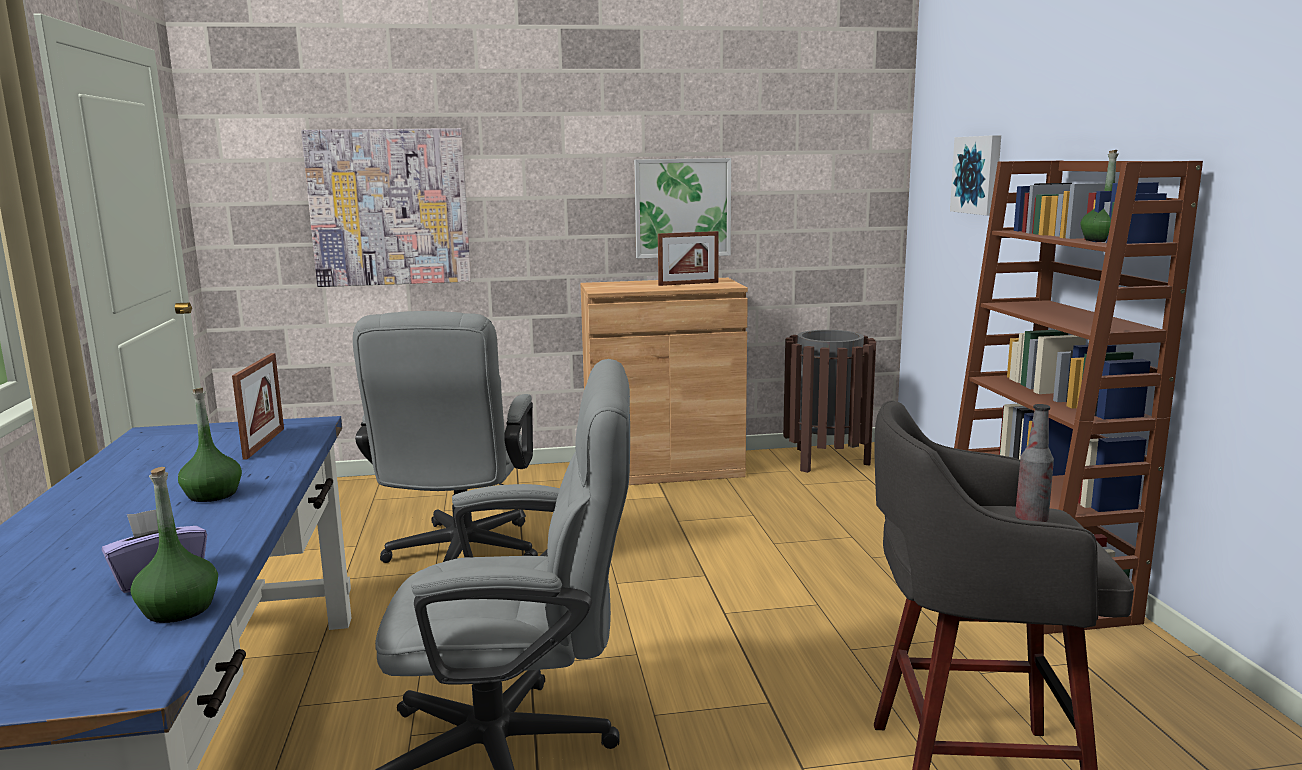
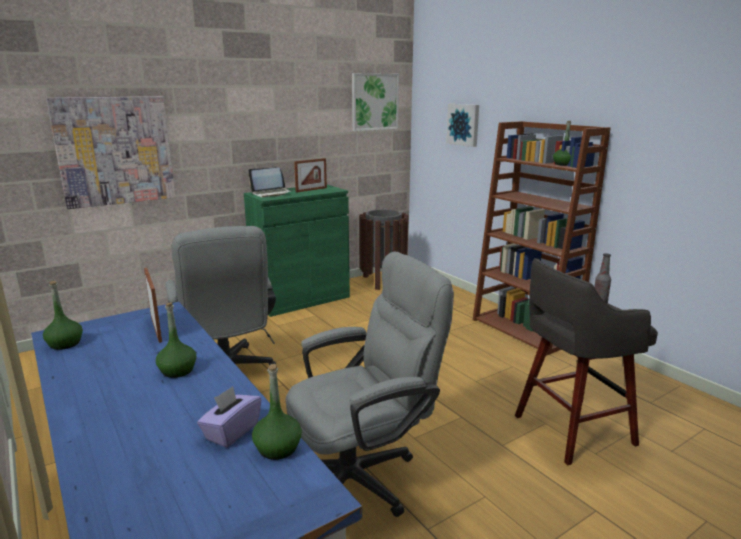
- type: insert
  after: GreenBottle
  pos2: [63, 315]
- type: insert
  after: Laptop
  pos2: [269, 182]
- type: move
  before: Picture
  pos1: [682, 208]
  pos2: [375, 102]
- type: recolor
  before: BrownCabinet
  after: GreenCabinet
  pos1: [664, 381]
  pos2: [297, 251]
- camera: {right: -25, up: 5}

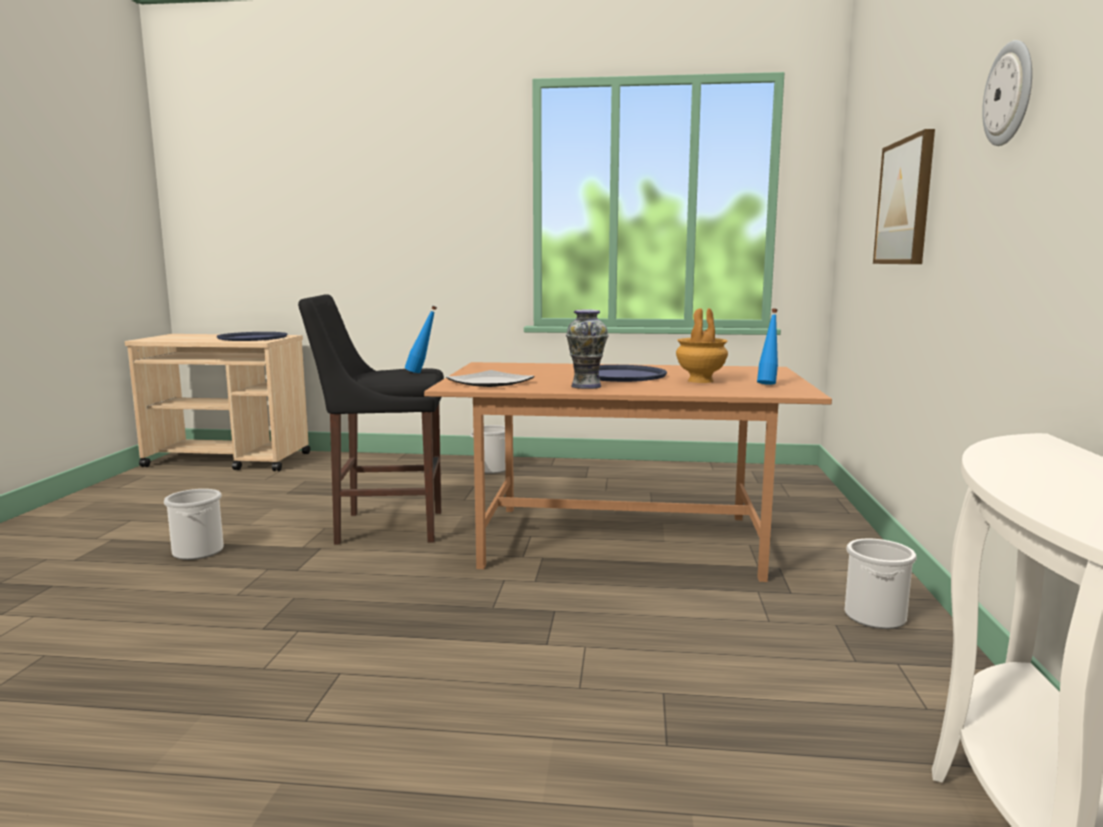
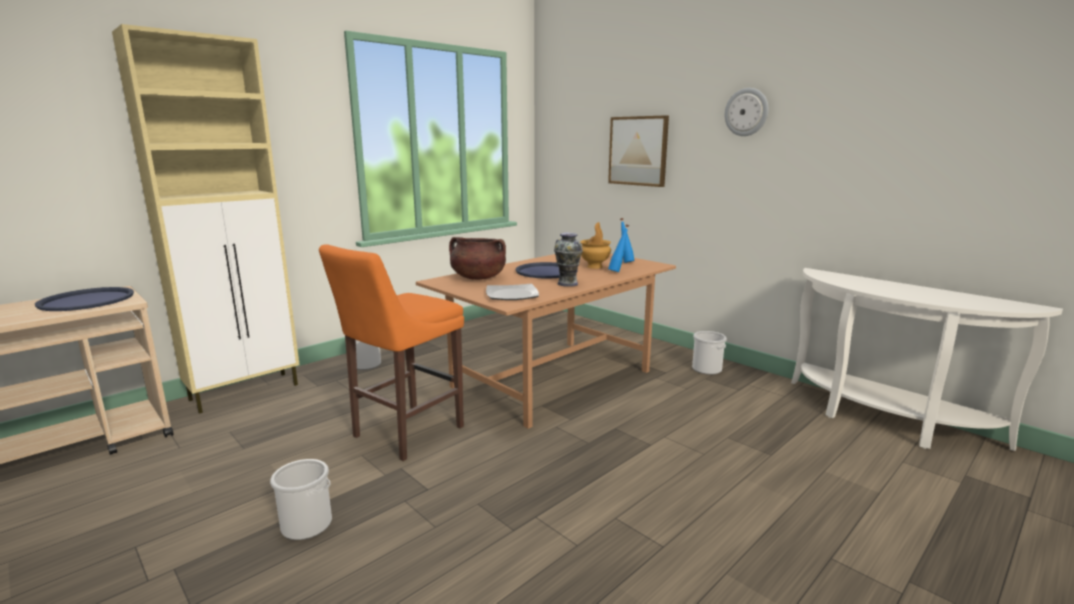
- type: insert
  after: BeigeCabinet
  pos2: [206, 219]
- type: insert
  after: BrownCookingPot
  pos2: [477, 258]
- type: move
  before: BlueBottle
  pos1: [421, 339]
  pos2: [618, 248]
- type: recolor
  before: BlackStool
  after: OrangeStool
  pos1: [371, 419]
  pos2: [391, 352]
- camera: {right: -50, up: 5}

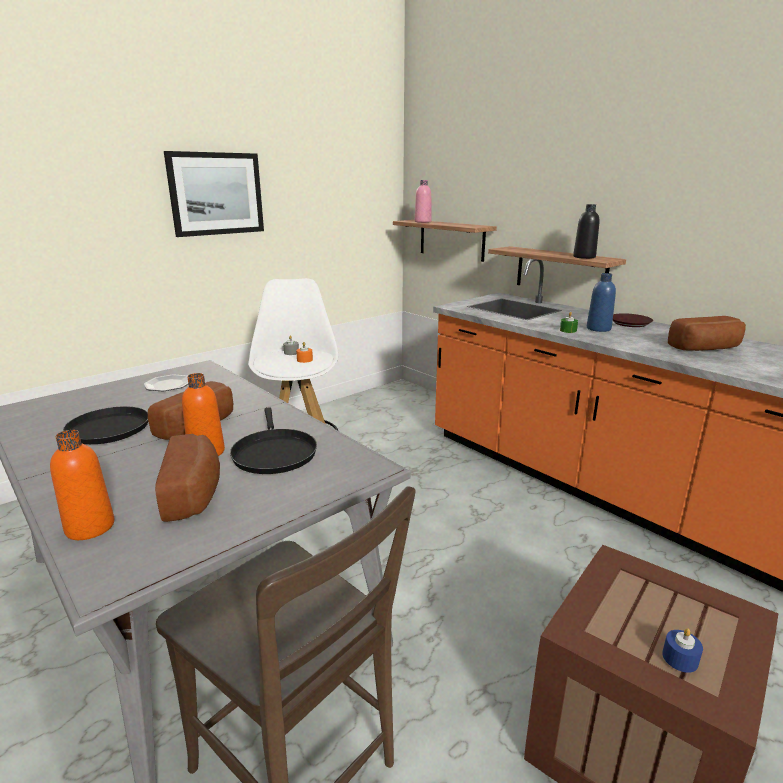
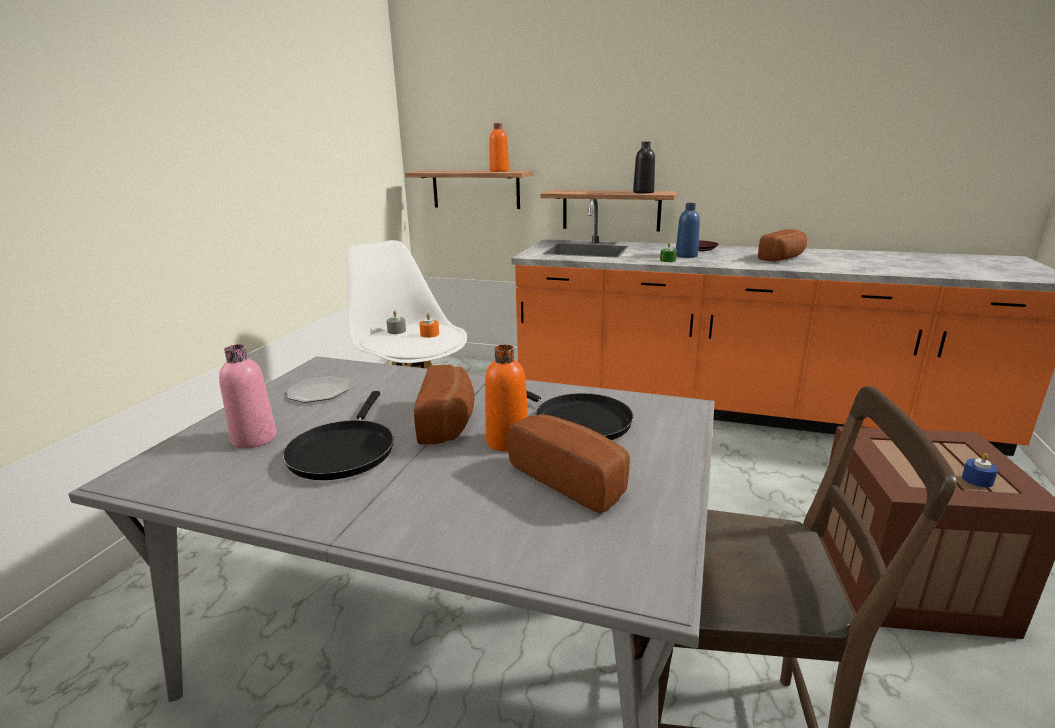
- type: delete
  before: Picture
  pos1: [214, 194]
- type: move
  before: OrangeBottle
  pos1: [82, 485]
  pos2: [499, 147]
- type: move
  before: PinkBottle
  pos1: [423, 201]
  pos2: [247, 396]
- camera: {right: -30, up: 0}

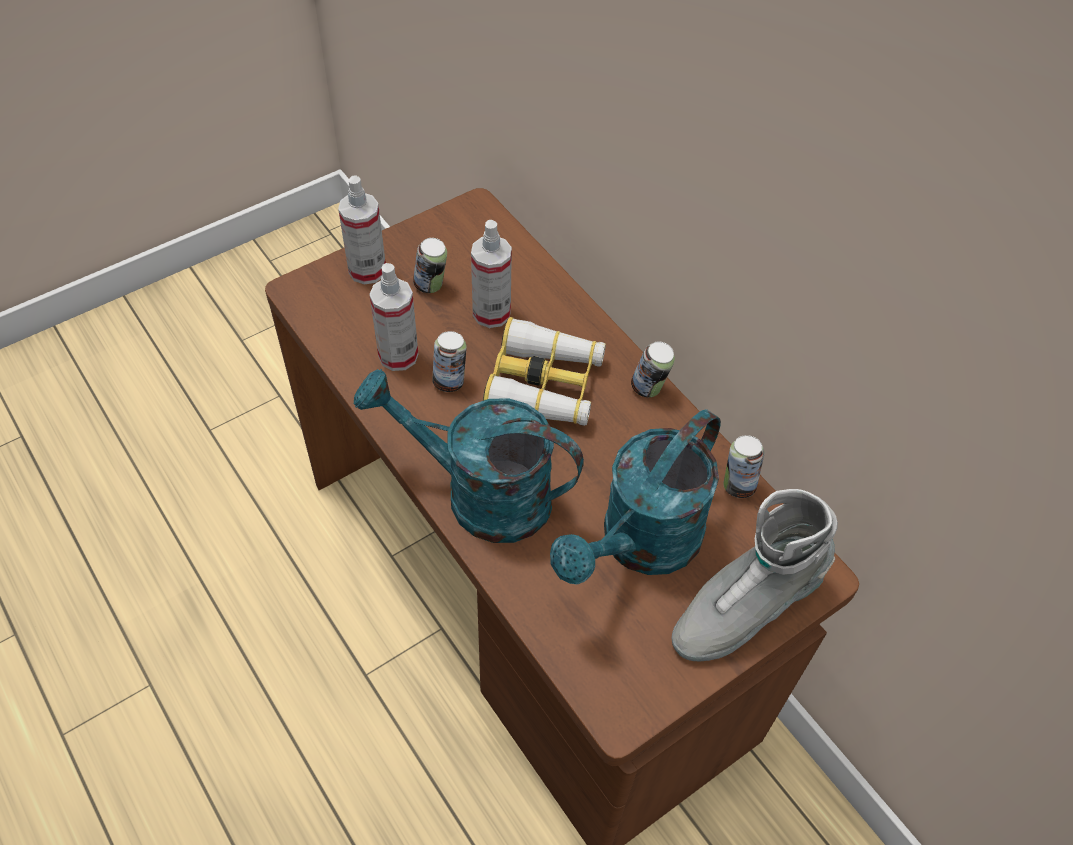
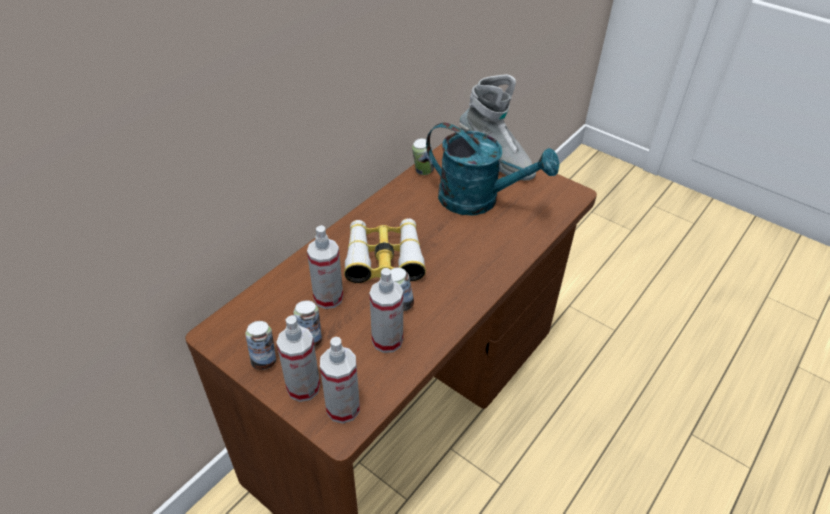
- type: delete
  before: TurquoiseWateringCan
  pos1: [469, 456]
- type: insert
  after: SprayBottle
  pos2: [340, 380]
- type: move
  before: Can
  pos1: [653, 369]
  pos2: [260, 345]
- camera: {right: -105, up: -10}

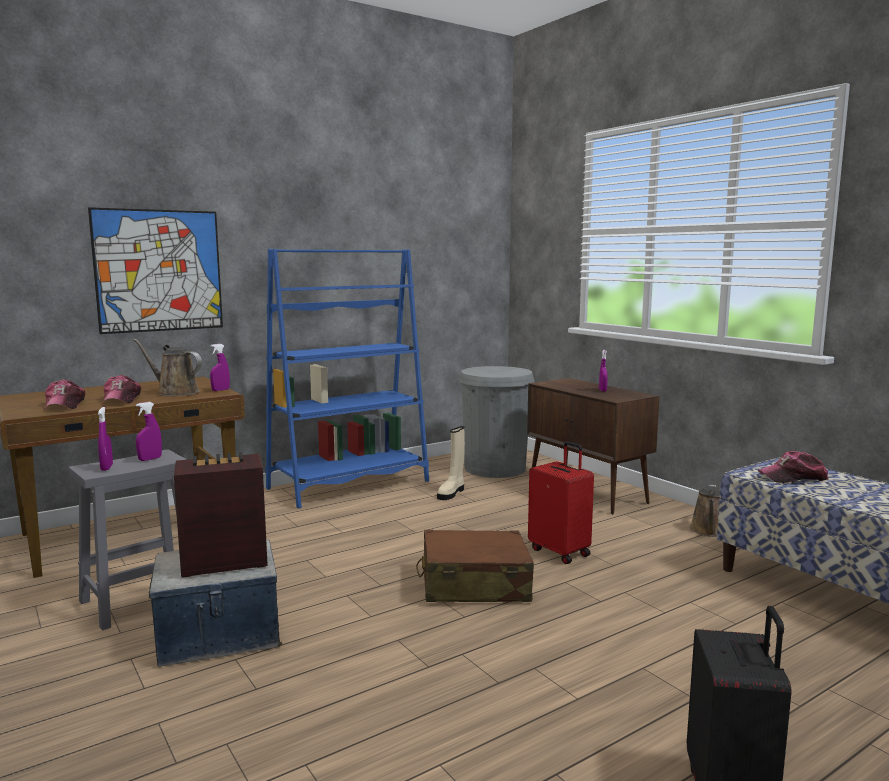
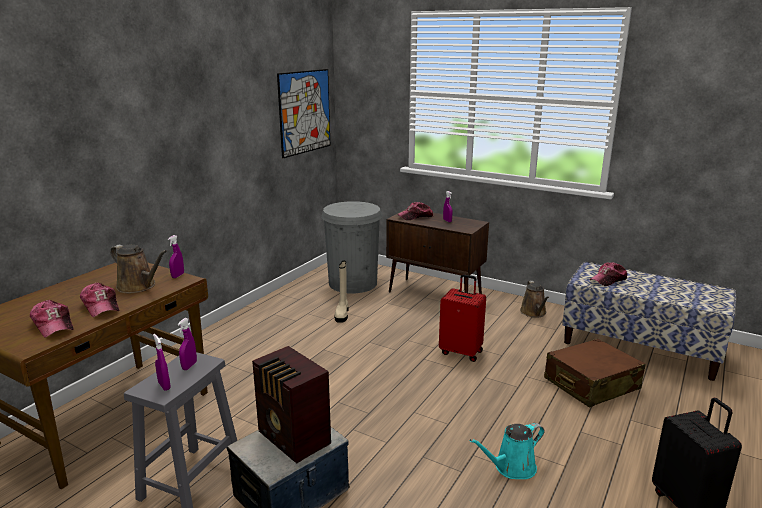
- type: delete
  before: BlueBookcase
  pos1: [347, 379]
- type: insert
  after: Cap
  pos2: [415, 211]
- type: insert
  after: TurquoiseWateringCan
  pos2: [507, 451]
- type: move
  before: Picture
  pos1: [155, 270]
  pos2: [303, 113]
- type: move
  before: BrownSuitcase
  pos1: [475, 565]
  pos2: [595, 372]
- type: rotate
  before: BrownWateringCan
  pos1: [167, 367]
  pos2: [138, 269]
  turn: -150
- type: rotate
  before: Radio
  pos1: [221, 514]
  pos2: [291, 404]
  turn: -90
- camera: {right: -25, up: 10}

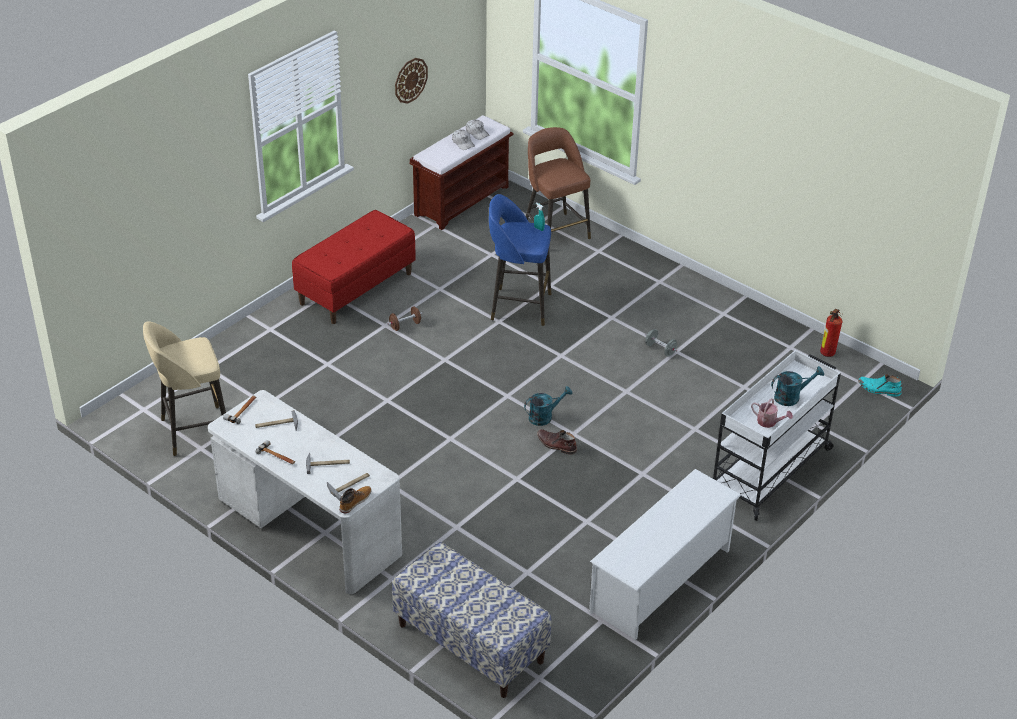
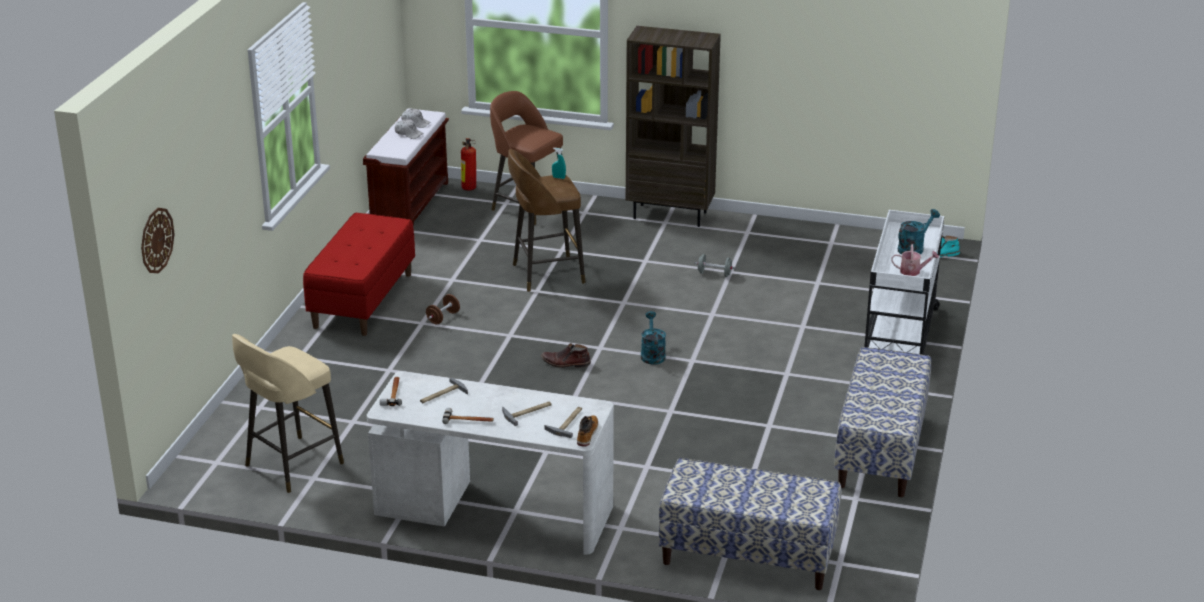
- type: insert
  after: BrownBookcase
  pos2: [673, 126]
- type: move
  before: WallClock
  pos1: [411, 80]
  pos2: [158, 240]
- type: move
  before: BrownBoot
  pos1: [557, 442]
  pos2: [566, 355]
- type: move
  before: FireExtinguisher
  pos1: [831, 333]
  pos2: [468, 164]
- type: replace
  before: WhiteShoeRack
  after: Bench
  pos1: [665, 554]
  pos2: [882, 422]
- type: recolor
  before: BlueStool
  after: BrownStool
  pos1: [520, 260]
  pos2: [547, 220]
- type: rotate
  before: TurquoiseWateringCan
  pos1: [548, 406]
  pos2: [653, 338]
  turn: -45
- camera: {right: -25, up: -10}

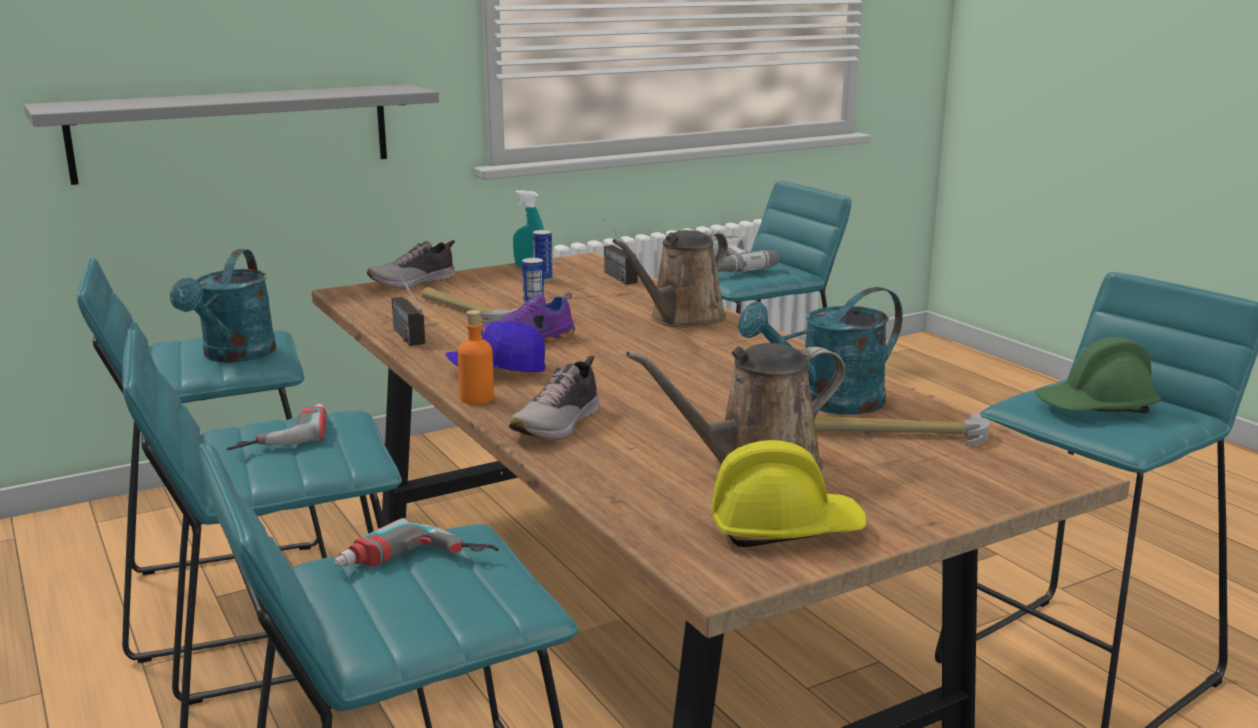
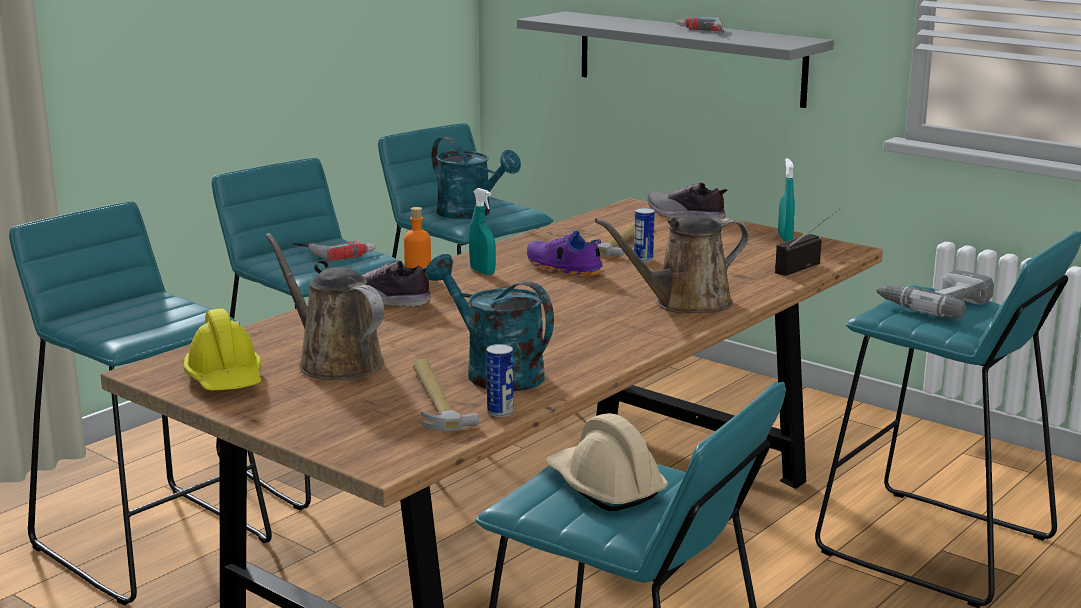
- type: delete
  before: Radio
  pos1: [408, 305]
- type: move
  before: PowerDrill
  pos1: [416, 542]
  pos2: [700, 25]
- type: move
  before: Can
  pos1: [543, 256]
  pos2: [499, 380]
- type: replace
  before: BlueCap
  after: TurquoiseSprayBottle
  pos1: [495, 346]
  pos2: [482, 231]
- type: recolor
  before: GreenHardHat
  after: BeigeHardHat
  pos1: [1098, 375]
  pos2: [607, 462]
- type: rotate
  before: TurquoiseWateringCan
  pos1: [223, 305]
  pos2: [476, 178]
  turn: -120
- type: rotate
  before: BrownWateringCan
  pos1: [670, 278]
  pos2: [672, 264]
  turn: -45
- camera: {right: 70, up: 0}

